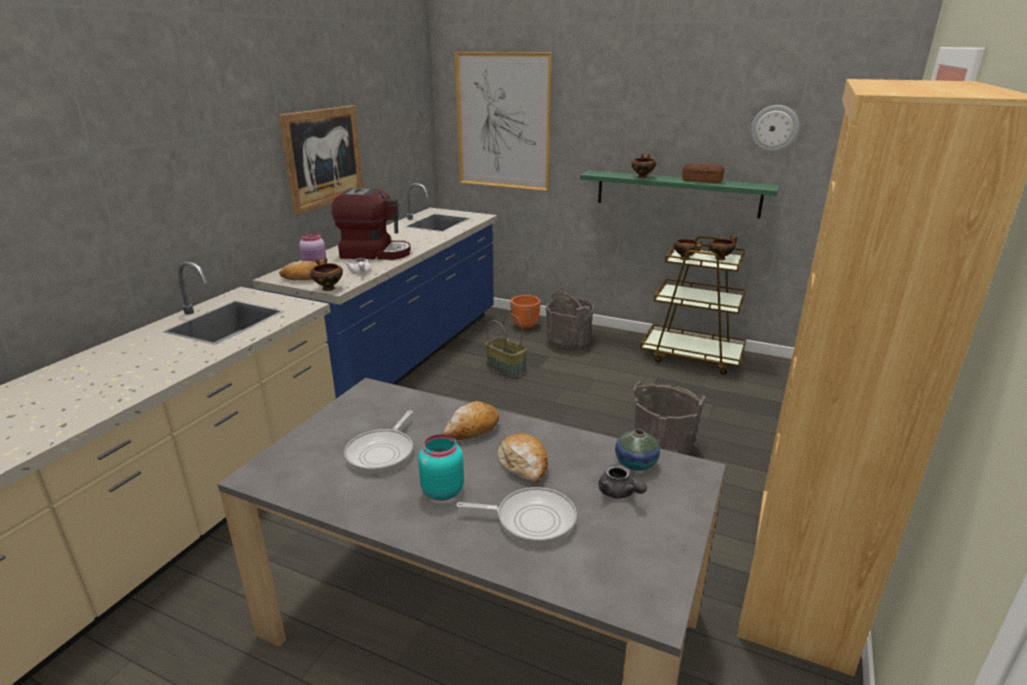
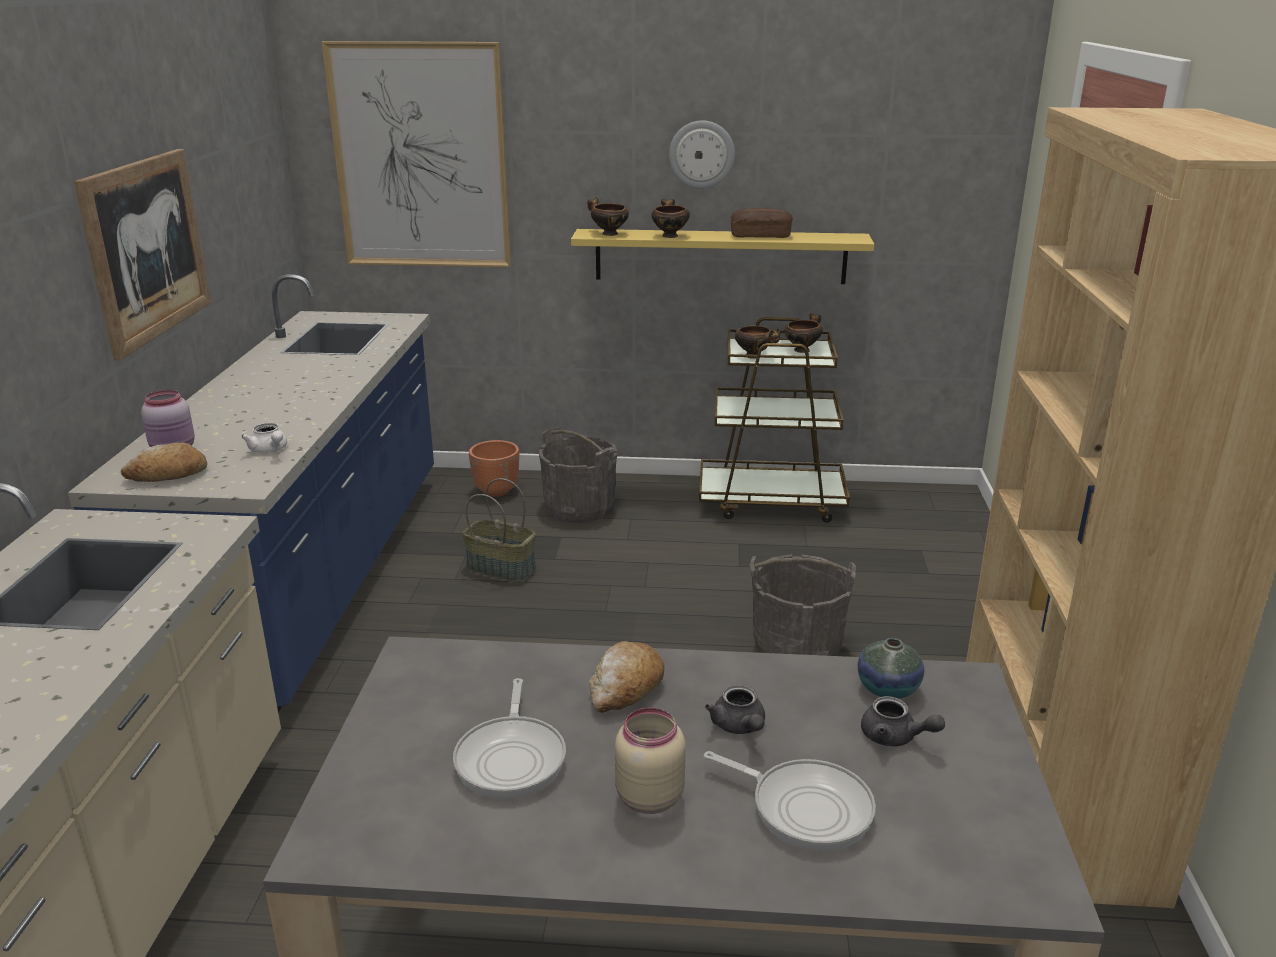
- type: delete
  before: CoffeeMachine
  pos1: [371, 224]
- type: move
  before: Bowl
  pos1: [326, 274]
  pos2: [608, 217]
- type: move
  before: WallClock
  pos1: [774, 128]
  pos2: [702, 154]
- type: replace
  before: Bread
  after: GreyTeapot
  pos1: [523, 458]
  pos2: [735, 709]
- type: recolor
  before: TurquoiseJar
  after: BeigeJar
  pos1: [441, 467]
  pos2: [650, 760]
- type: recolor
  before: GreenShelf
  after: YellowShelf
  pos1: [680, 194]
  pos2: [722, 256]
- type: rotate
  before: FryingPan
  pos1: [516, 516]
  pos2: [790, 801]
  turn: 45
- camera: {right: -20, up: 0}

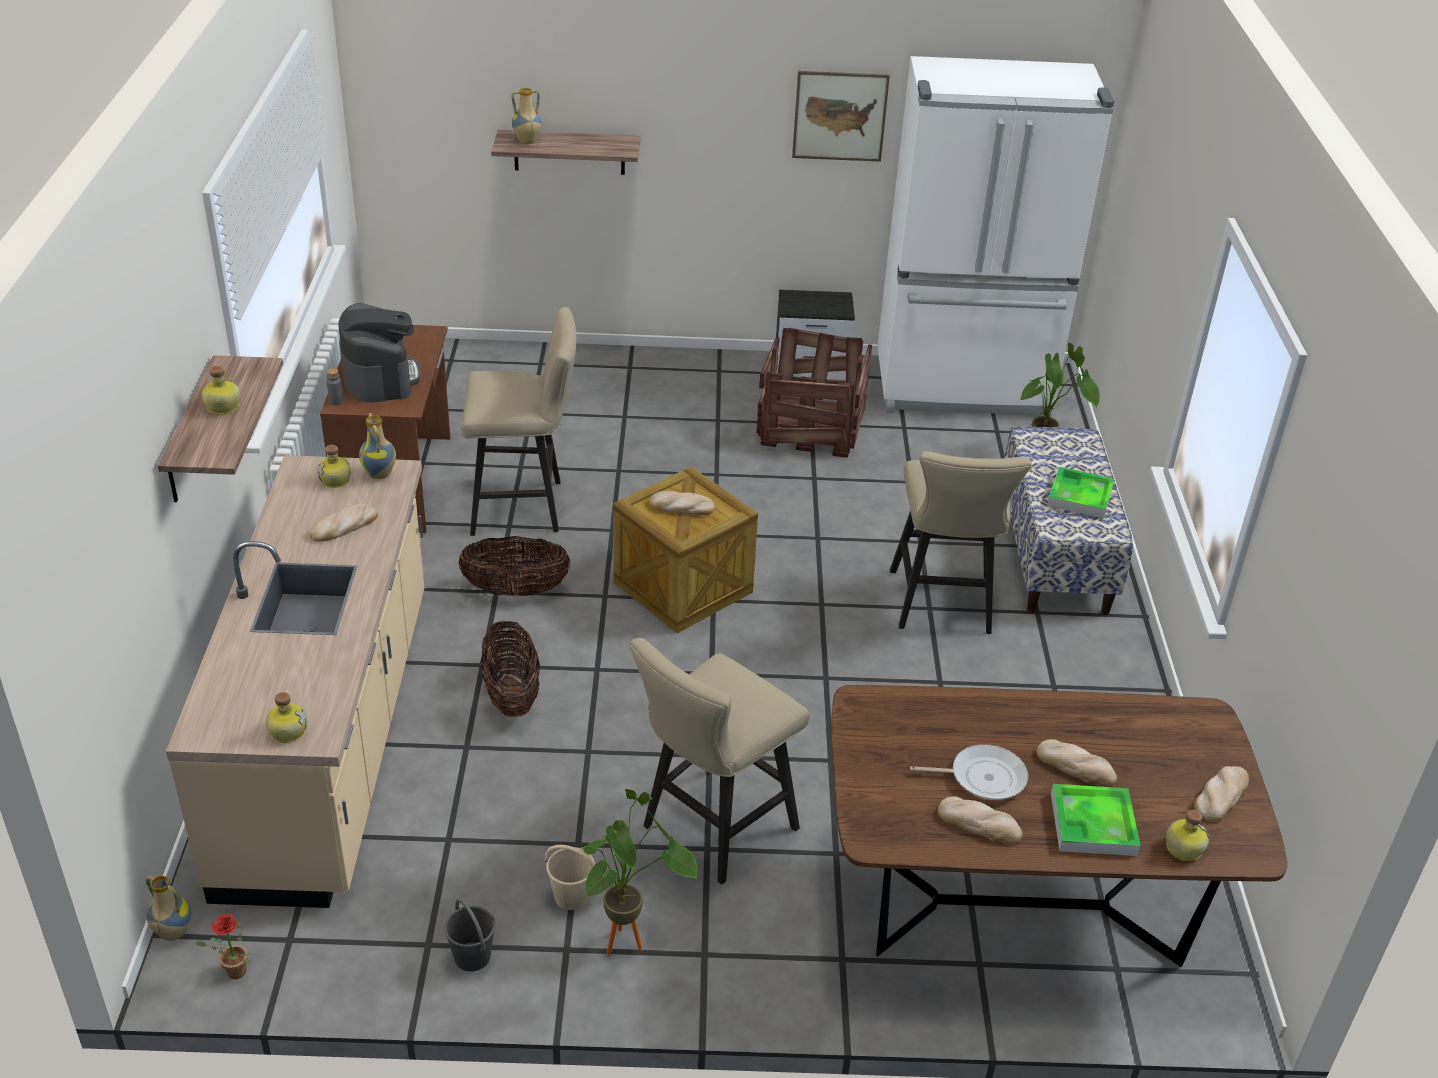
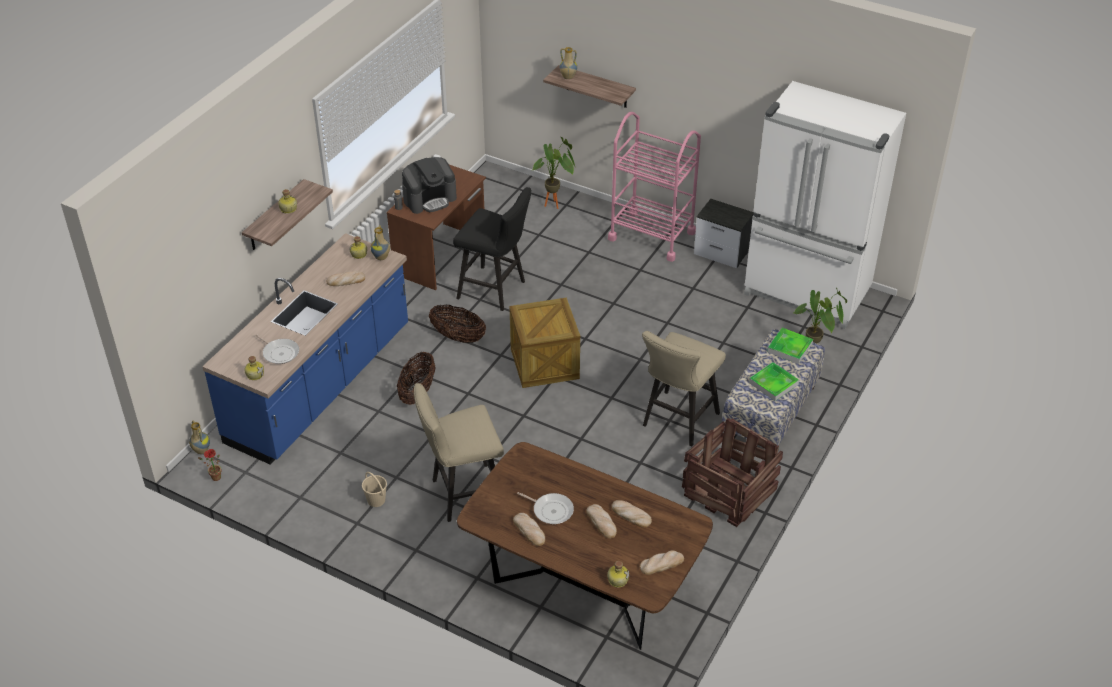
- type: delete
  before: GreyBucket
  pos1: [469, 935]
- type: delete
  before: Picture
  pos1: [841, 116]
- type: insert
  after: FryingPan
  pos2: [277, 349]
- type: insert
  after: PinkCart
  pos2: [654, 187]
- type: move
  before: PottedPlant
  pos1: [640, 872]
  pos2: [554, 173]
- type: move
  before: Bread
  pos1: [682, 503]
  pos2: [632, 514]
- type: move
  before: Crate
  pos1: [814, 393]
  pos2: [732, 472]
- type: move
  before: Tray
  pos1: [1095, 820]
  pos2: [790, 346]
- type: recolor
  before: BeigeCounter
  after: BlueCounter
  pos1: [295, 681]
  pos2: [305, 349]
- type: recolor
  before: BeigeStool
  after: BlackStool
  pos1: [518, 421]
  pos2: [492, 249]
- type: rotate
  before: CoffeeMachine
  pos1: [379, 353]
  pos2: [429, 185]
  turn: 45
- camera: {right: 30, up: 5}

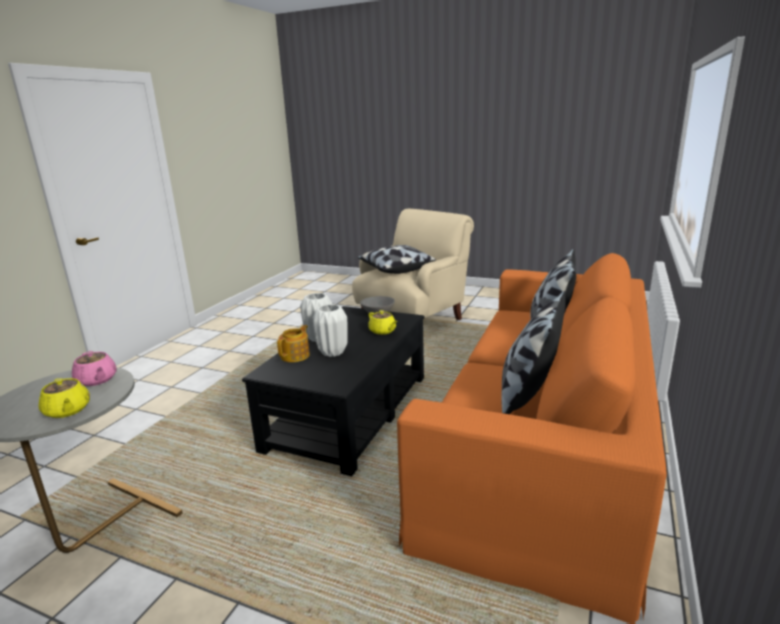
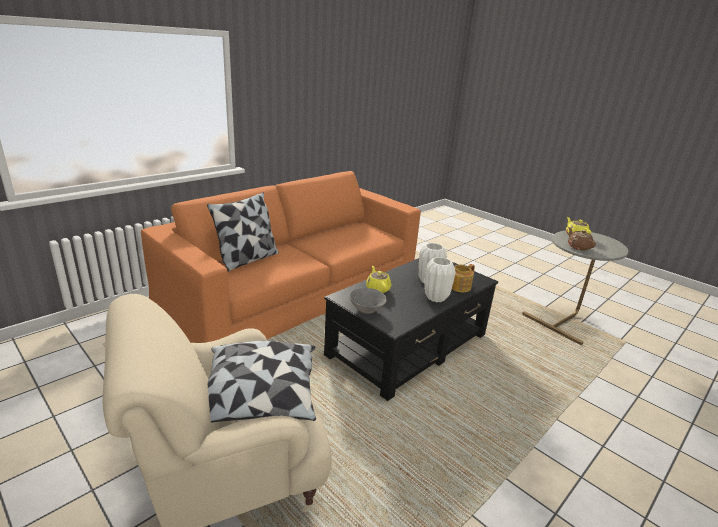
- type: delete
  before: Pillow
  pos1: [533, 352]
- type: recolor
  before: PinkTeapot
  after: BrownTeapot
  pos1: [94, 368]
  pos2: [582, 239]
- camera: {right: -160, up: 5}

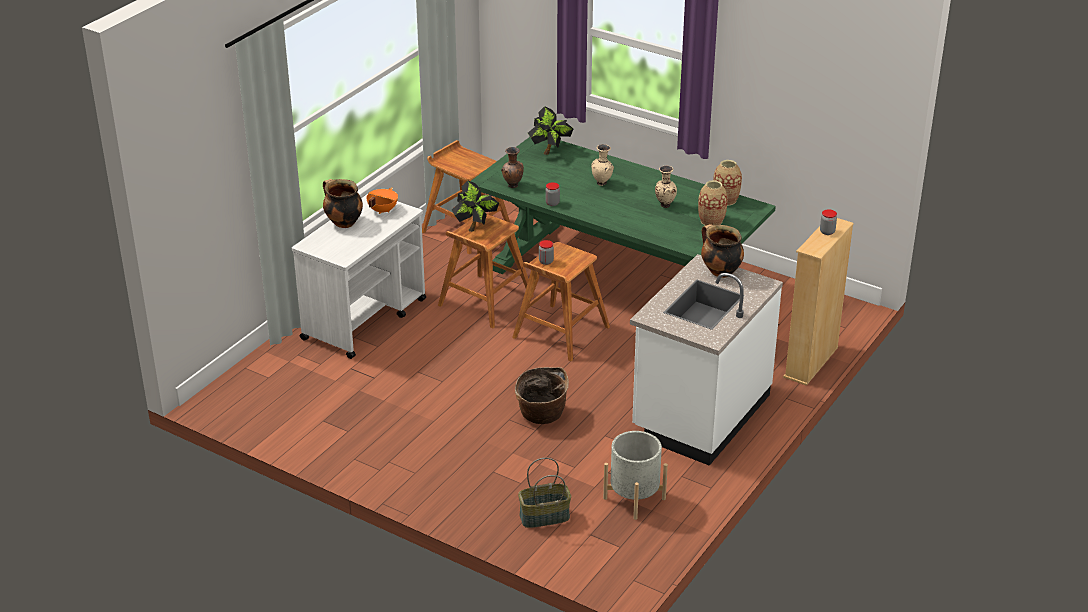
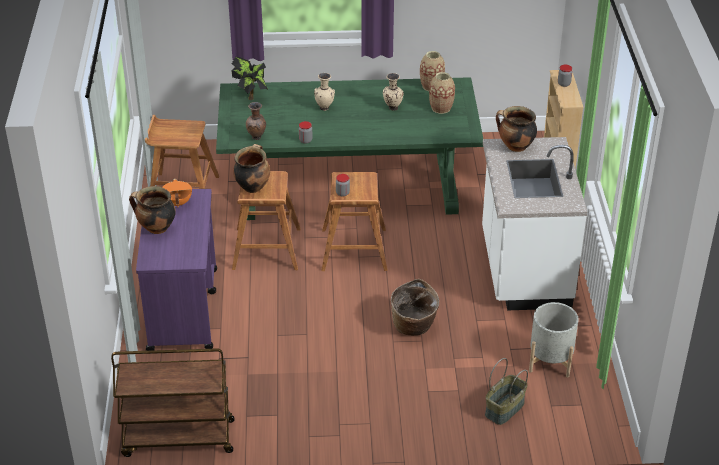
- type: insert
  after: BrownCart
  pos2: [172, 402]
- type: replace
  before: PottedPlant
  after: CookingPot
  pos1: [475, 206]
  pos2: [251, 168]
- type: recolor
  before: WhiteCart
  after: PurpleCart
  pos1: [359, 276]
  pos2: [176, 270]
- camera: {right: -35, up: 5}

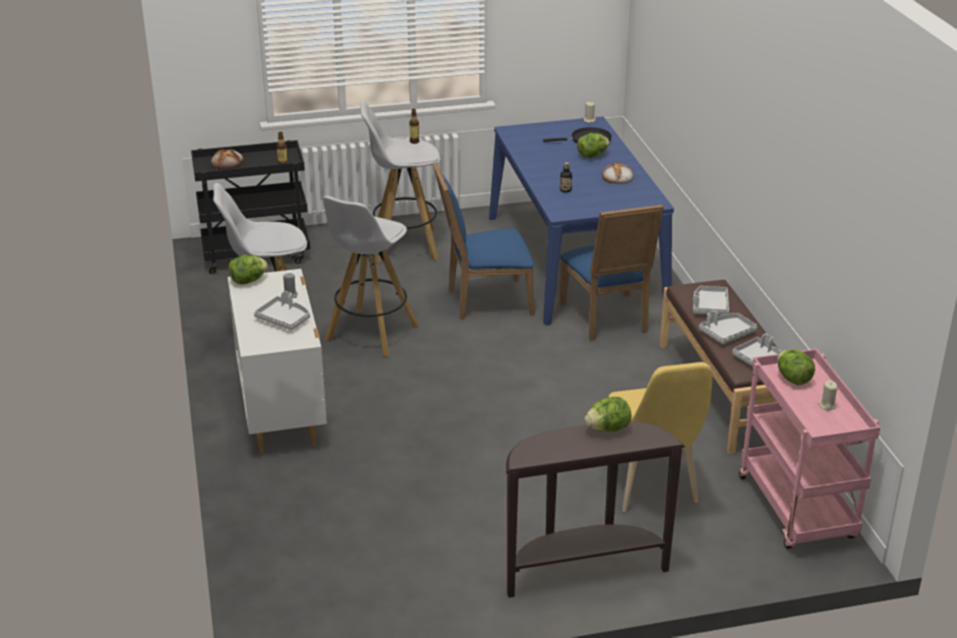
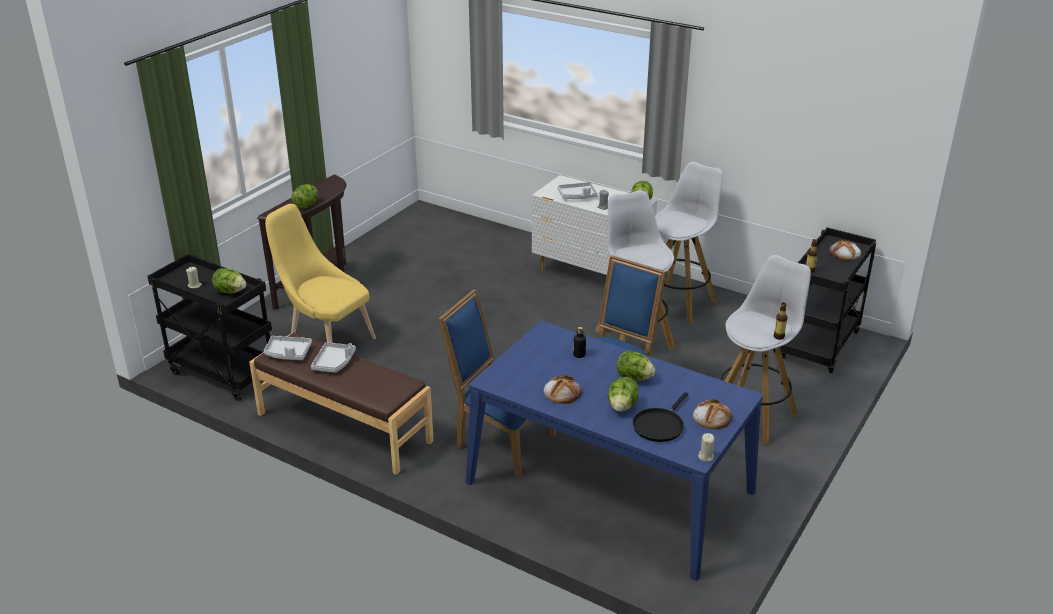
- type: delete
  before: GreyTray
  pos1: [711, 300]
- type: insert
  after: Lettuce
  pos2: [636, 366]
- type: insert
  after: Bread
  pos2: [712, 414]
- type: recolor
  before: PinkCart
  after: BlackCart
  pos1: [809, 449]
  pos2: [209, 327]
- camera: {right: 135, up: 0}

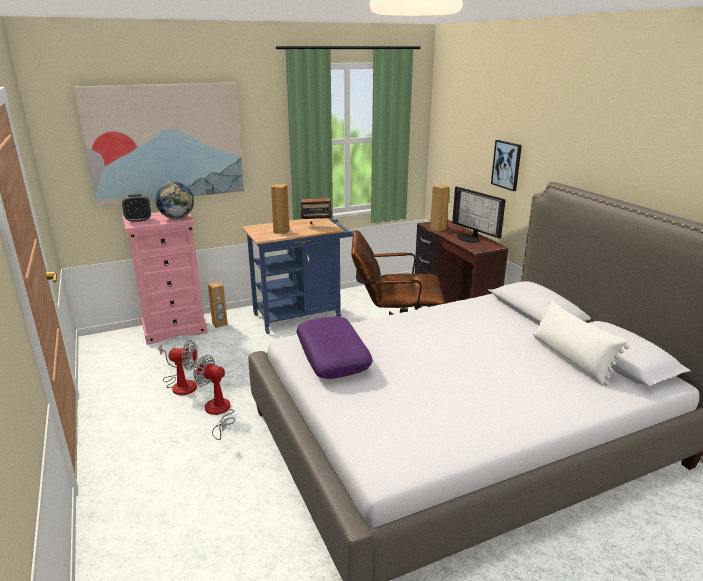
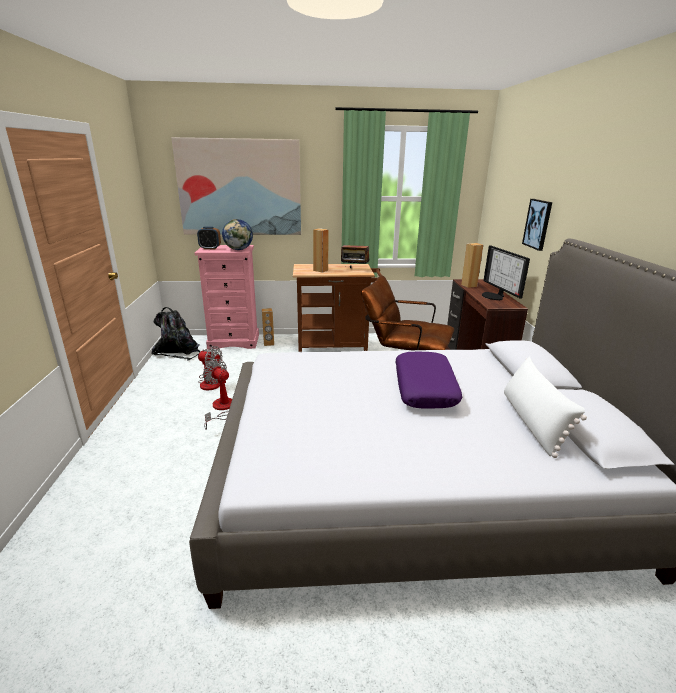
- type: insert
  after: BlackBackpack
  pos2: [175, 333]
- type: move
  before: PurplePillow
  pos1: [335, 347]
  pos2: [429, 380]
- type: recolor
  before: BlueCart
  after: BrownCart
  pos1: [298, 276]
  pos2: [337, 308]
- camera: {right: 20, up: 0}

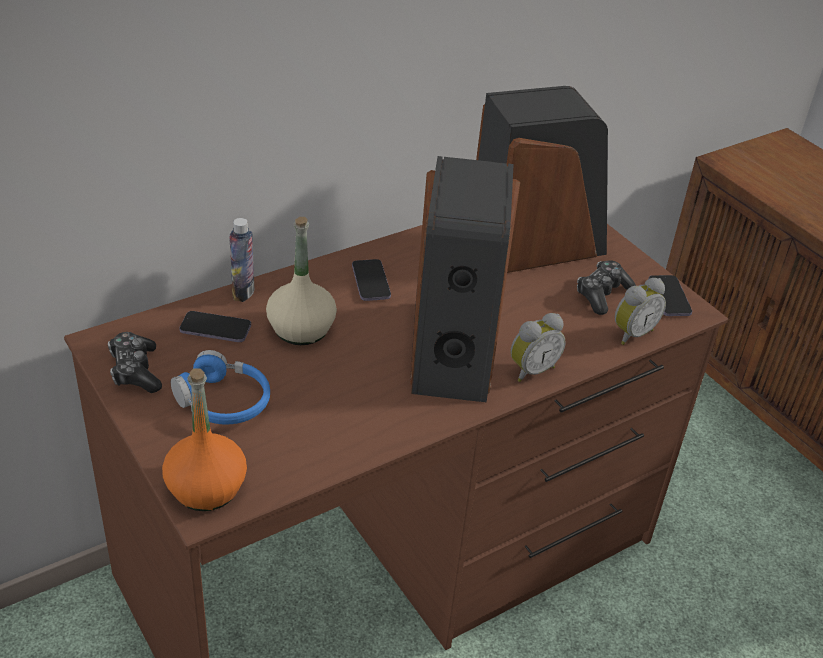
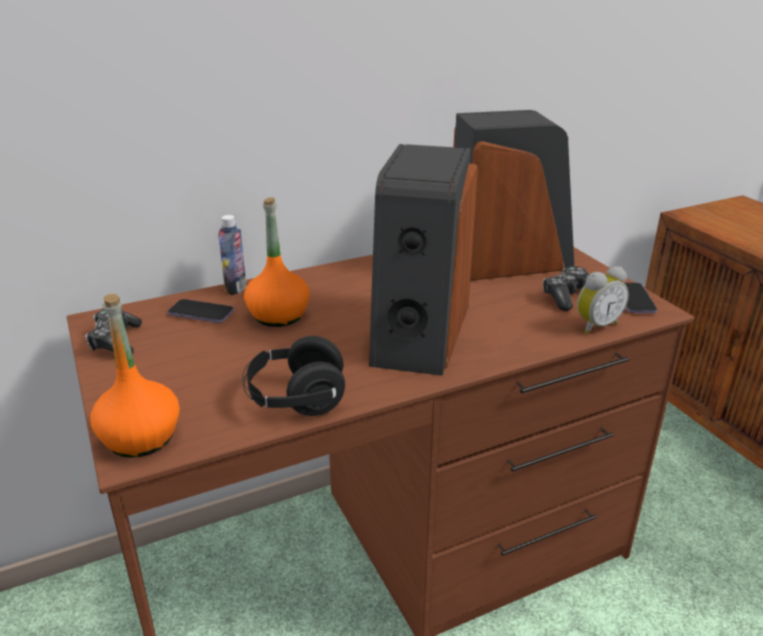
- type: delete
  before: BlueHeadphones
  pos1: [220, 387]
- type: delete
  before: Phone
  pos1: [371, 280]
- type: delete
  before: AlarmClock
  pos1: [538, 347]
- type: insert
  after: BlackHeadphones
  pos2: [293, 376]
- type: recolor
  before: BeigeBottle
  after: OrangeBottle
  pos1: [301, 281]
  pos2: [277, 262]
- camera: {right: 10, up: -10}

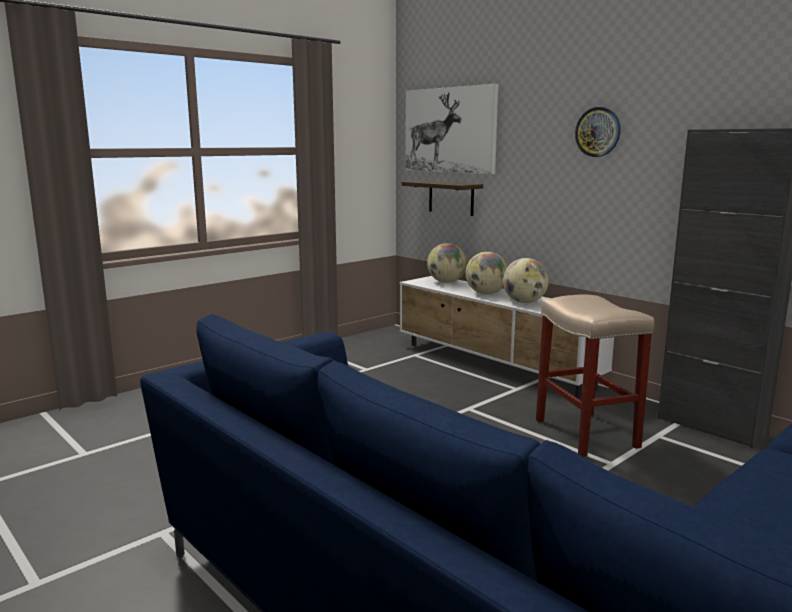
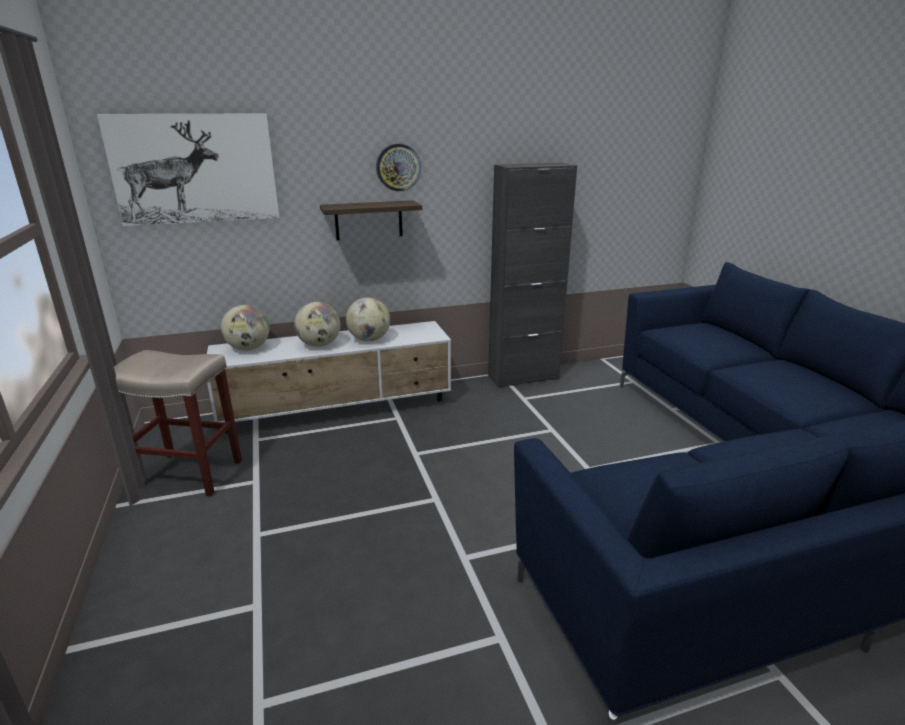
- type: move
  before: Shelf
  pos1: [442, 198]
  pos2: [371, 220]
- type: move
  before: BeigeStool
  pos1: [595, 375]
  pos2: [178, 423]
- camera: {right: -65, up: 10}

